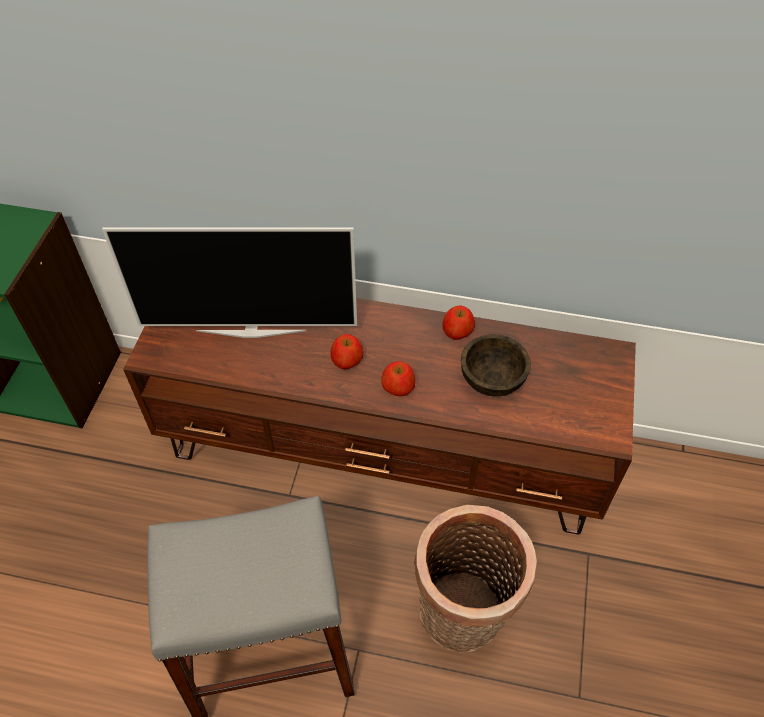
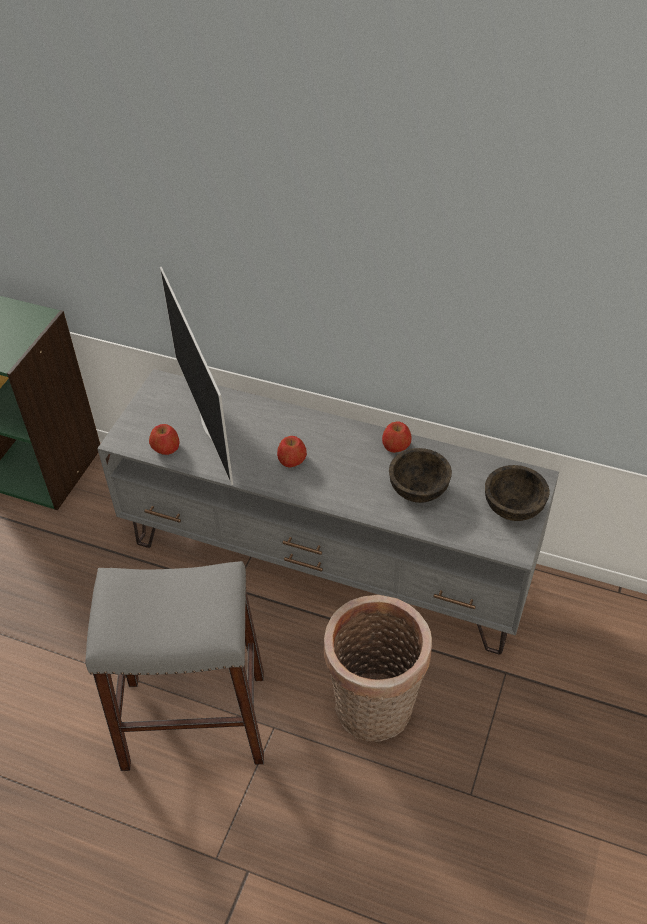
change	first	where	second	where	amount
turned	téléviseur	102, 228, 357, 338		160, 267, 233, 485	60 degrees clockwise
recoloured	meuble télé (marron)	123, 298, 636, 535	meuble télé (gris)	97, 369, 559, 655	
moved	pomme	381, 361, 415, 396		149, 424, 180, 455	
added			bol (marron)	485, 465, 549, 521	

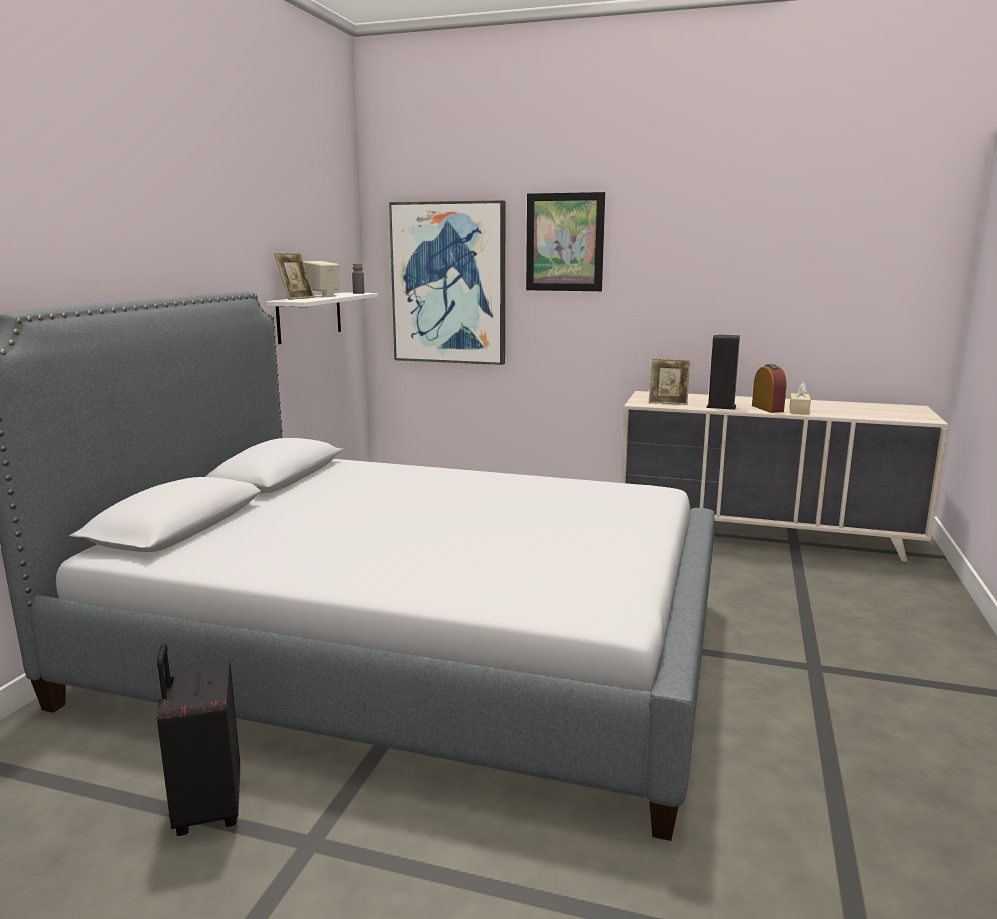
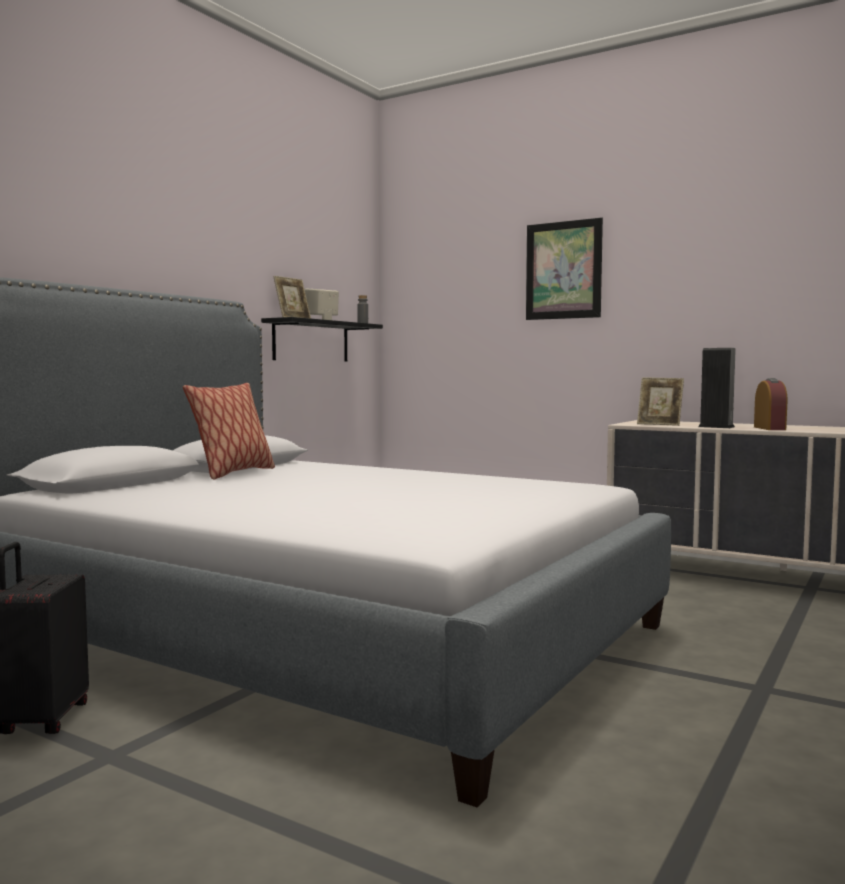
change	first	where	second	where	amount
recoloured	étagère (blanc)	266, 292, 378, 344	étagère (noir)	261, 317, 383, 361	
removed	tableau	389, 200, 505, 365			
removed	boîte à mouchoirs (beige)	789, 383, 811, 415			
added			coussin	183, 383, 275, 480	

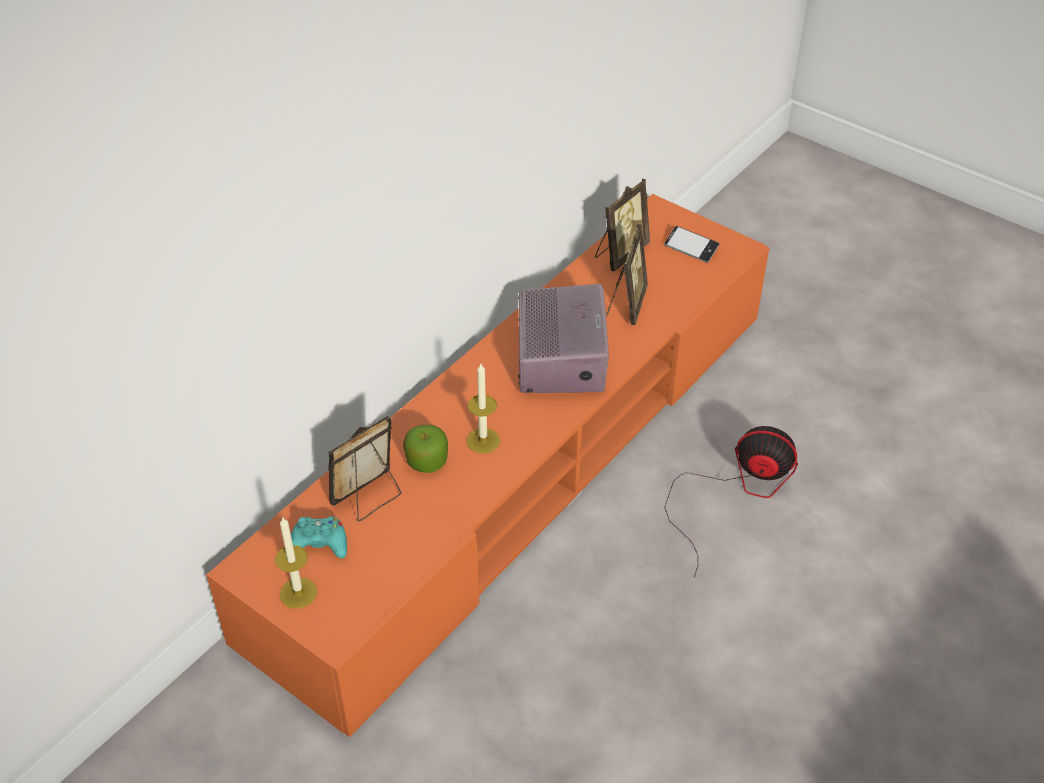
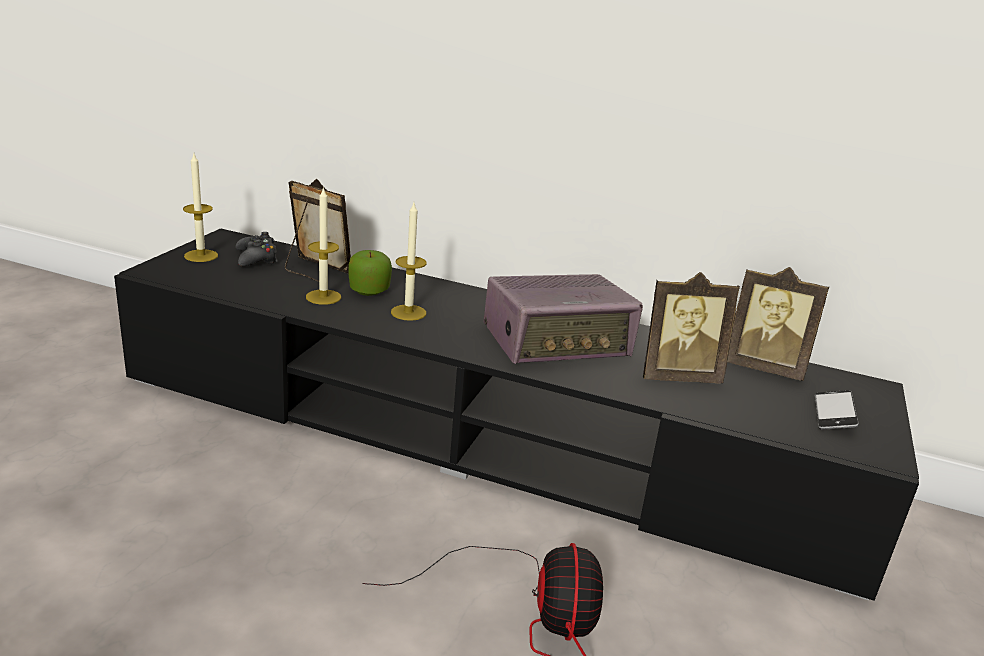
change	first	where	second	where	amount
recoloured	meuble télé (orange)	206, 194, 769, 737	meuble télé (noir)	114, 228, 919, 601	
recoloured	manette (turquoise)	291, 517, 347, 558	manette (noir)	236, 232, 278, 266	
added			bougie	306, 187, 341, 305	

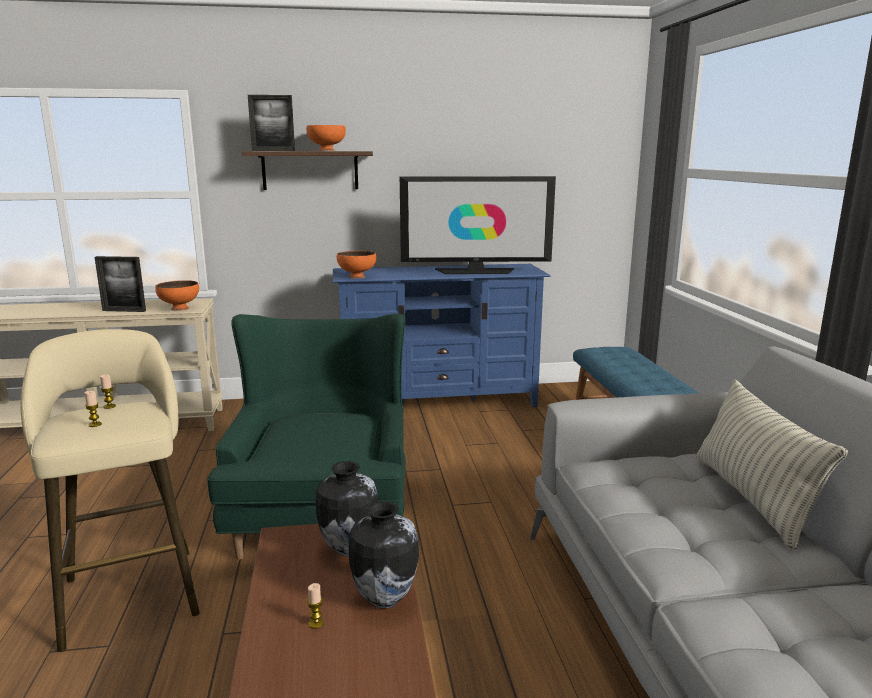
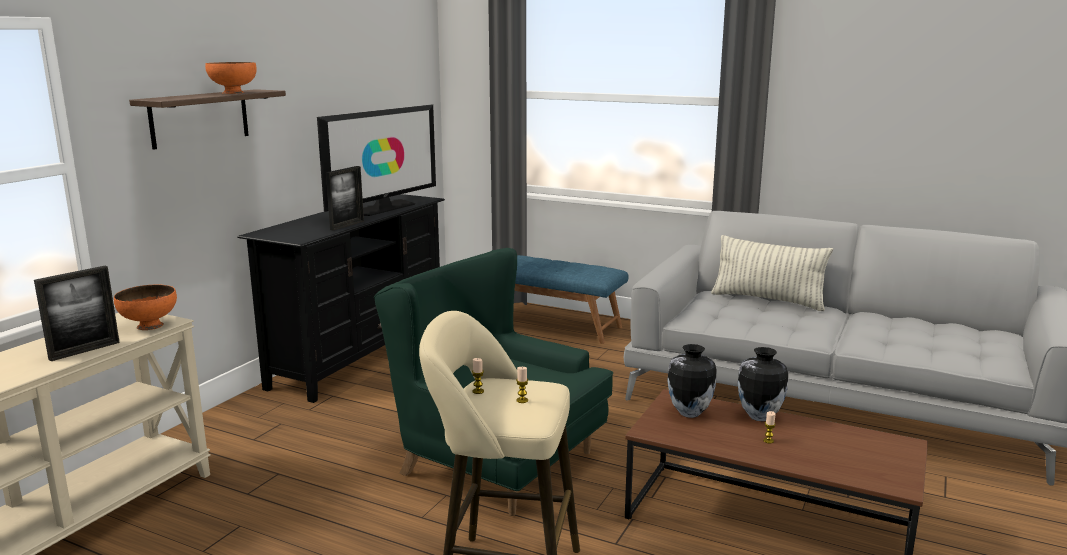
change	first	where	second	where	amount
moved	cadre photo	248, 95, 295, 151		326, 166, 364, 231	
recoloured	meuble télé (bleu)	333, 264, 551, 407	meuble télé (noir)	237, 194, 445, 403	
removed	bol (orange)	337, 251, 376, 279			

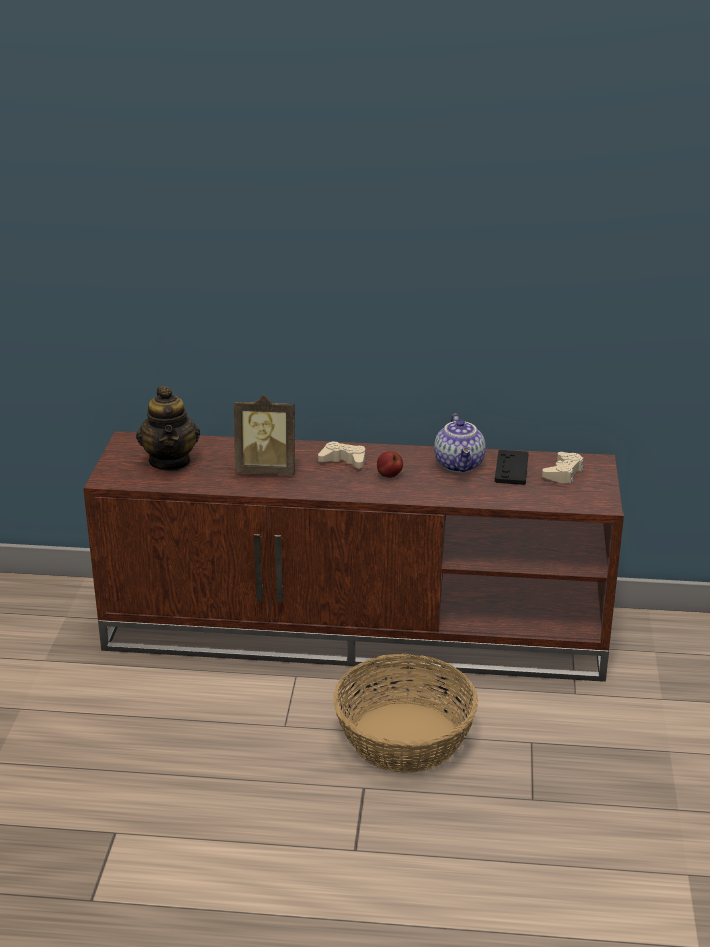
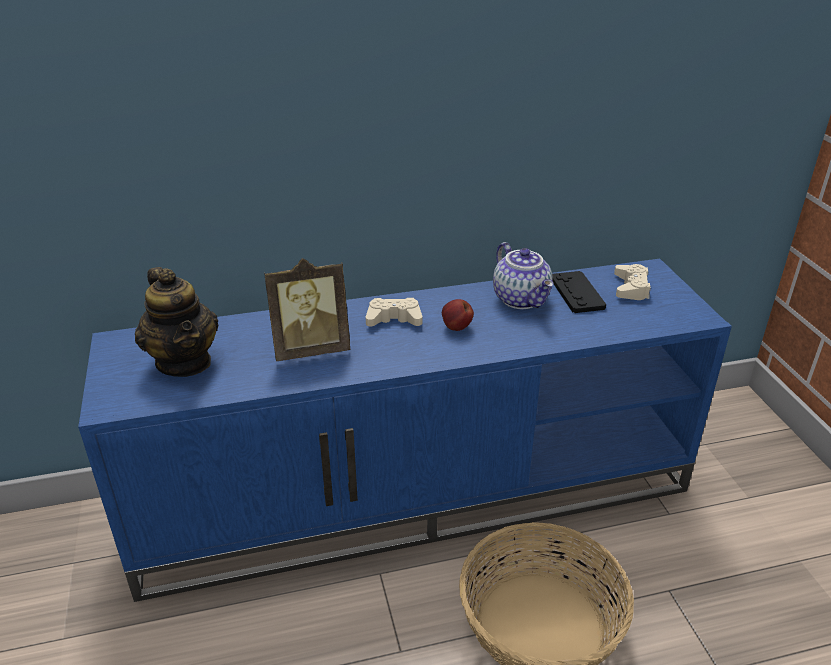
change	first	where	second	where	amount
recoloured	meuble télé (marron)	83, 431, 624, 682	meuble télé (bleu)	78, 259, 732, 602	

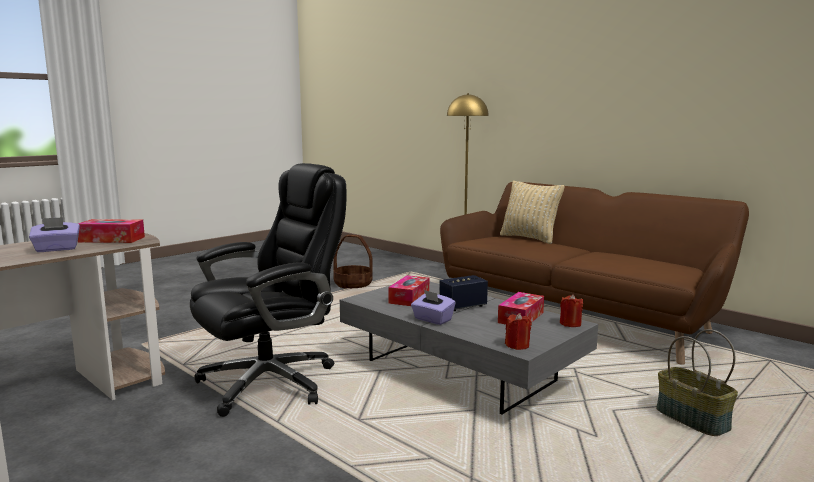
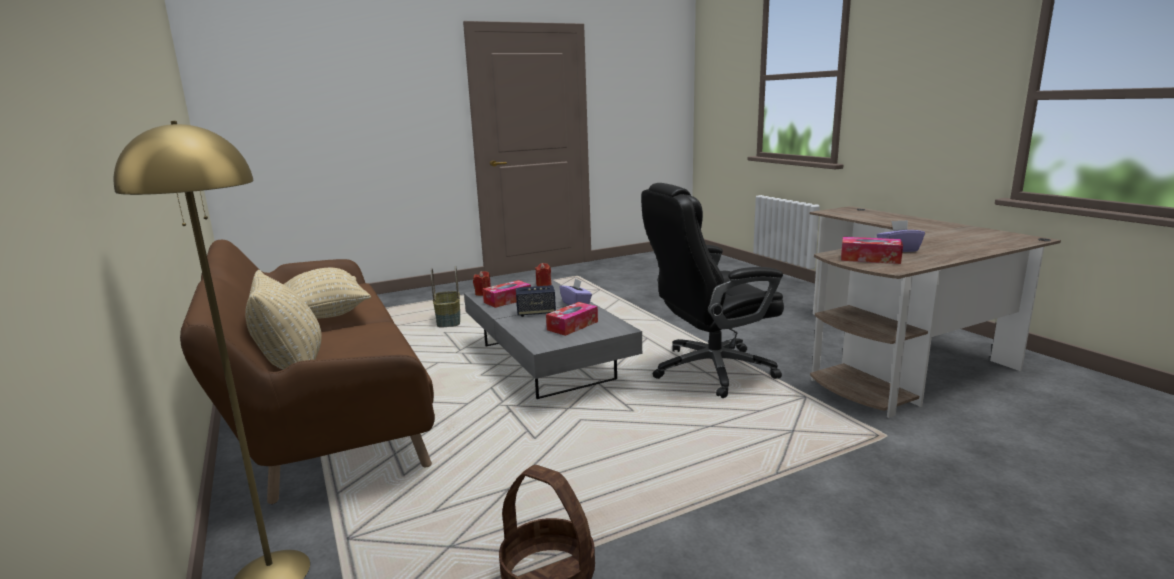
change	first	where	second	where	amount
added			coussin (beige)	283, 268, 371, 319	

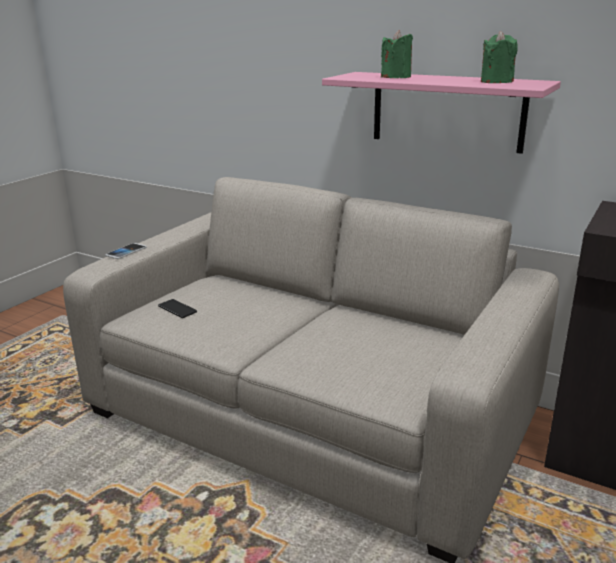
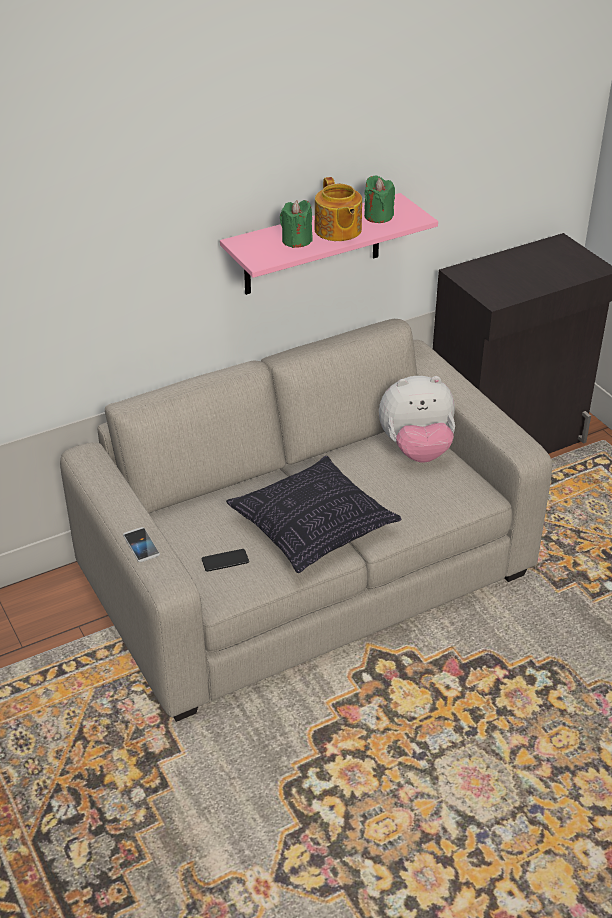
change	first	where	second	where	amount
added			coussin	226, 456, 402, 573	
added			théière	315, 177, 362, 241	
added			peluche	379, 376, 455, 462	

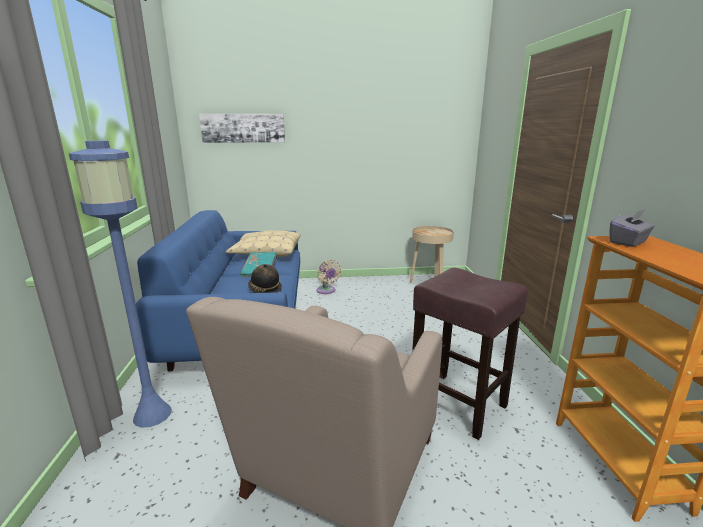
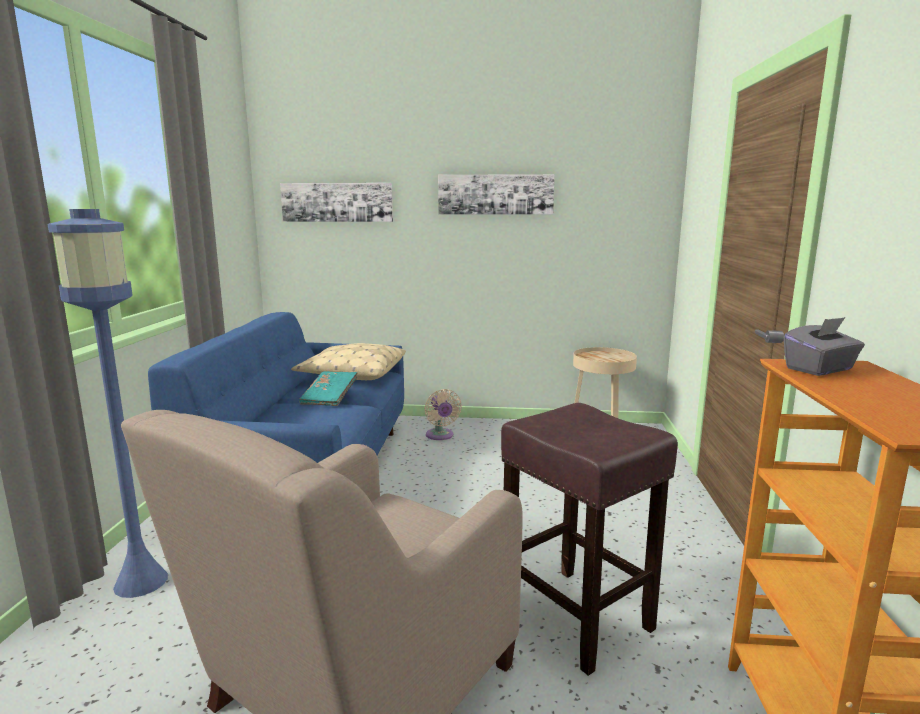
change	first	where	second	where	amount
removed	chapeau	248, 264, 282, 293			
added			tableau	438, 174, 555, 215	

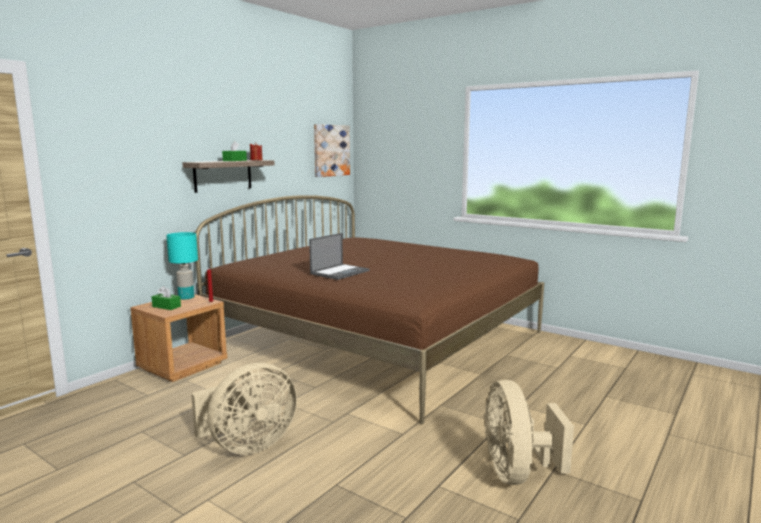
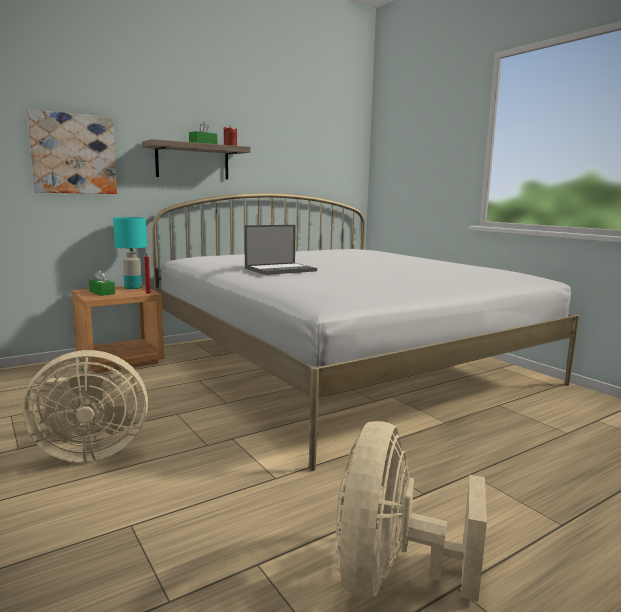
change	first	where	second	where	amount
recoloured	lit (marron)	195, 195, 544, 424	lit (blanc)	152, 193, 579, 471	
moved	tableau	314, 124, 350, 177		27, 109, 117, 194	

